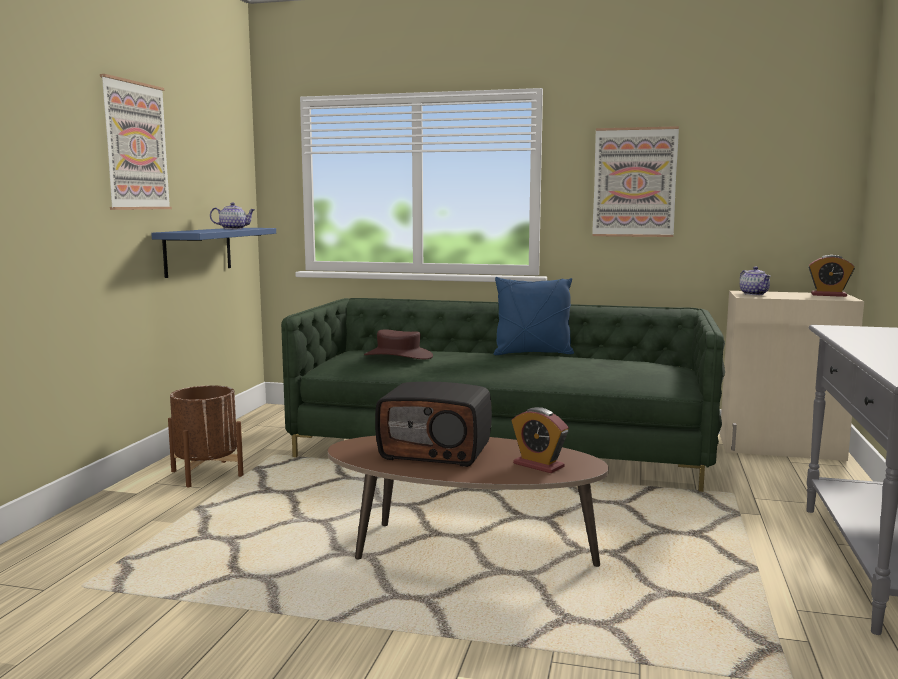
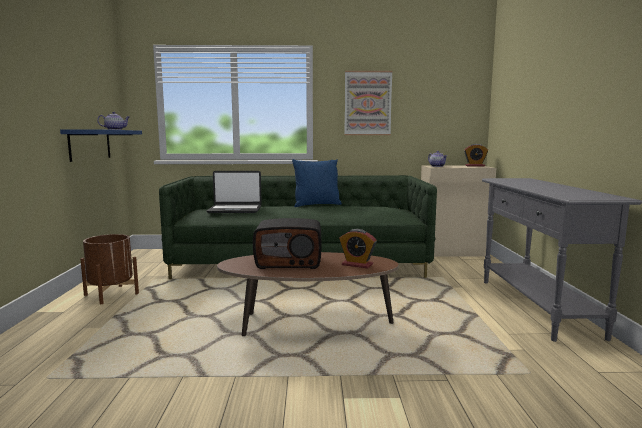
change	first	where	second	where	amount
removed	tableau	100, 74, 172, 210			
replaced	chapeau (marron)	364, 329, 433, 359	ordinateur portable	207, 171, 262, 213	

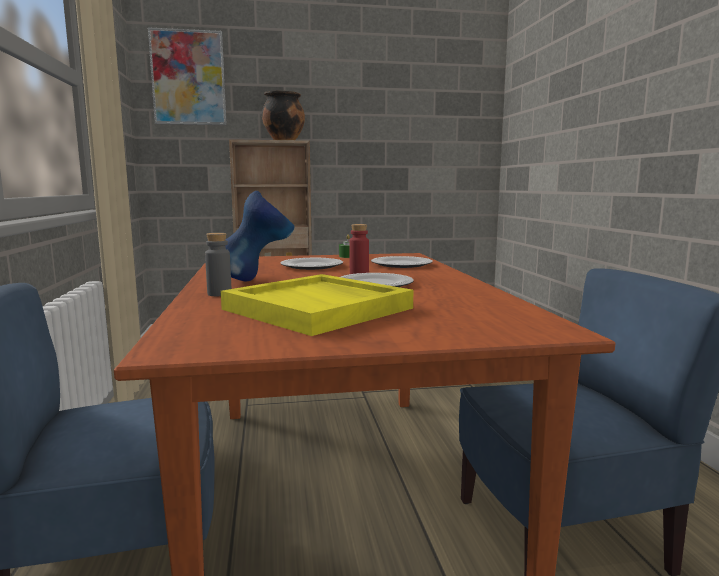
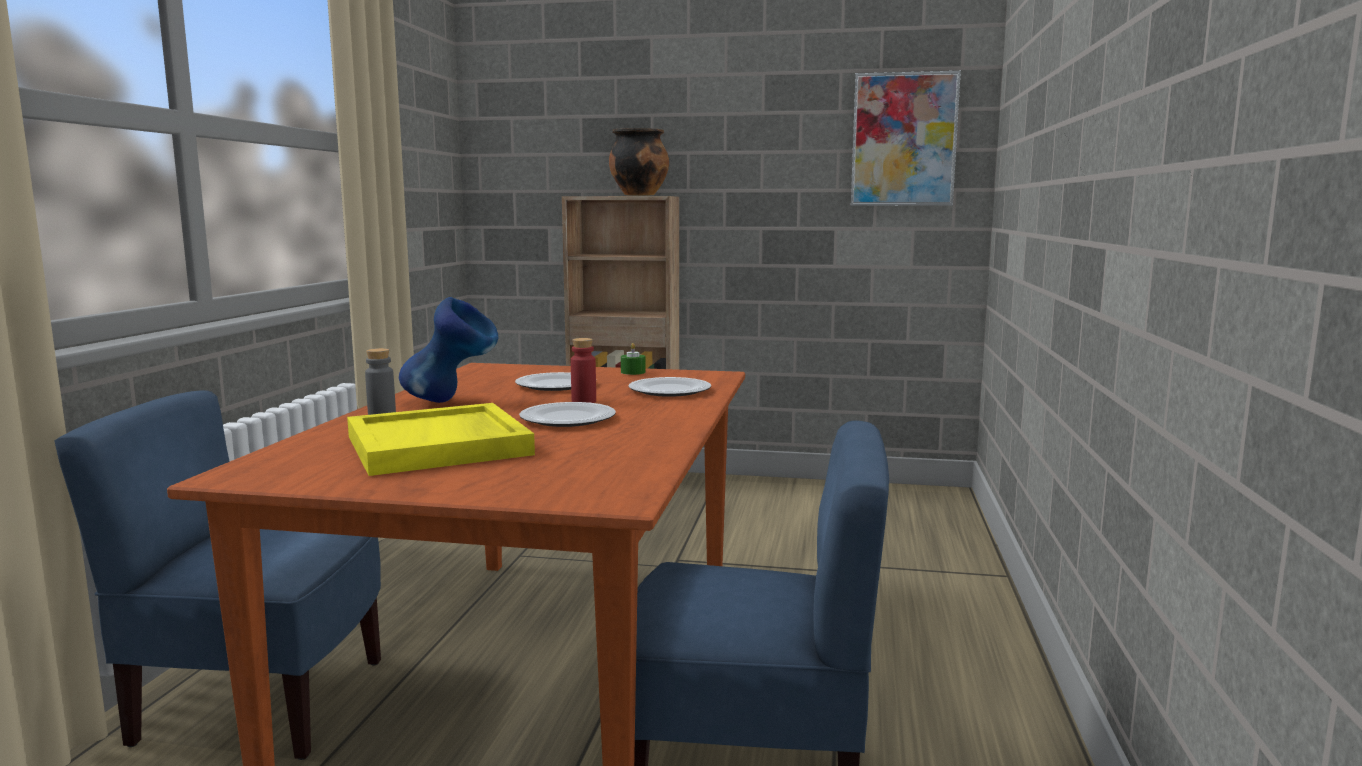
change	first	where	second	where	amount
moved	tableau	148, 27, 227, 125		851, 71, 961, 206	

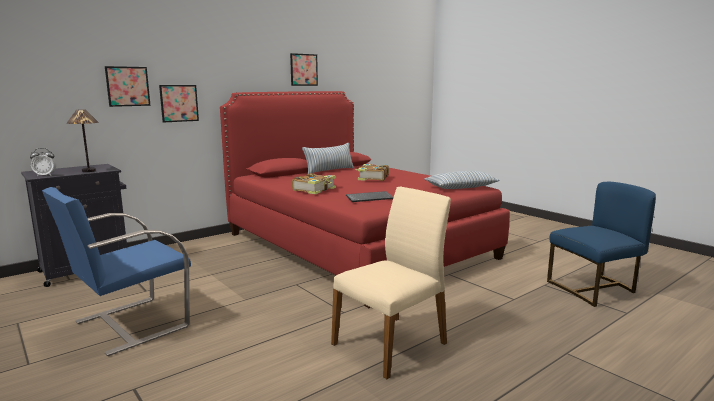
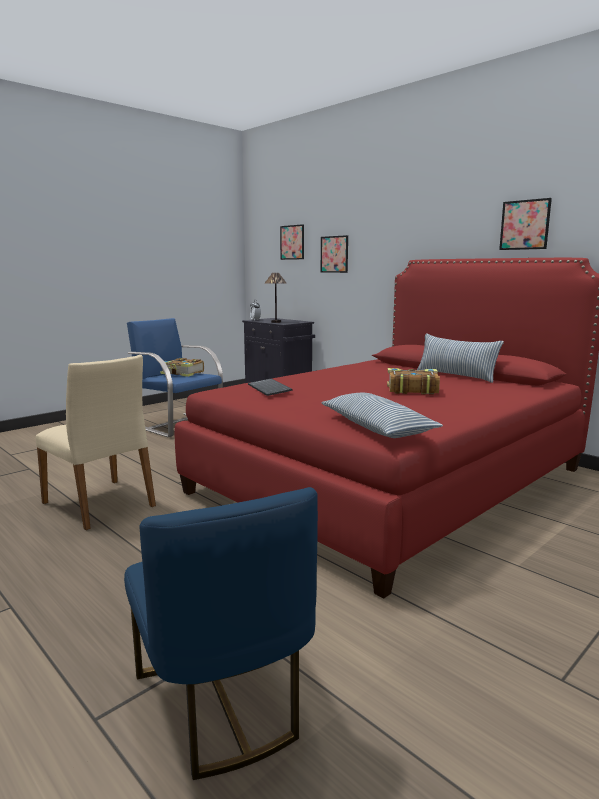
change	first	where	second	where	amount
moved	tableau	159, 85, 199, 123		280, 224, 304, 260	
moved	livre	292, 173, 336, 194		160, 358, 204, 377	

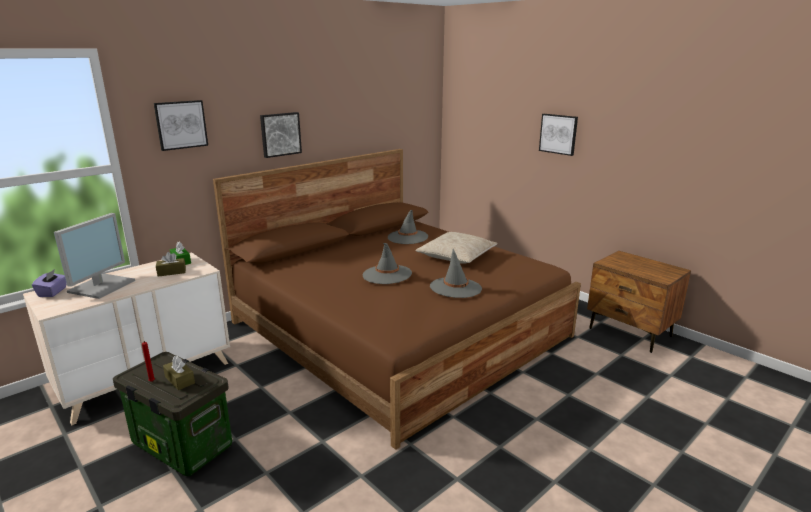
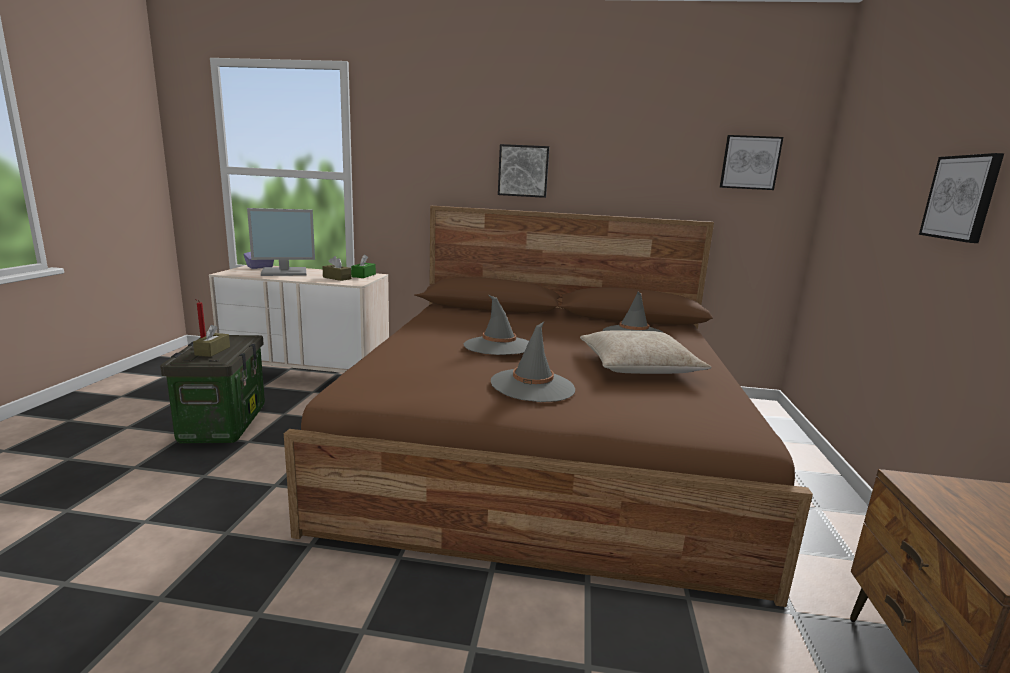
change	first	where	second	where	amount
moved	tableau	153, 100, 208, 151		720, 135, 783, 190	

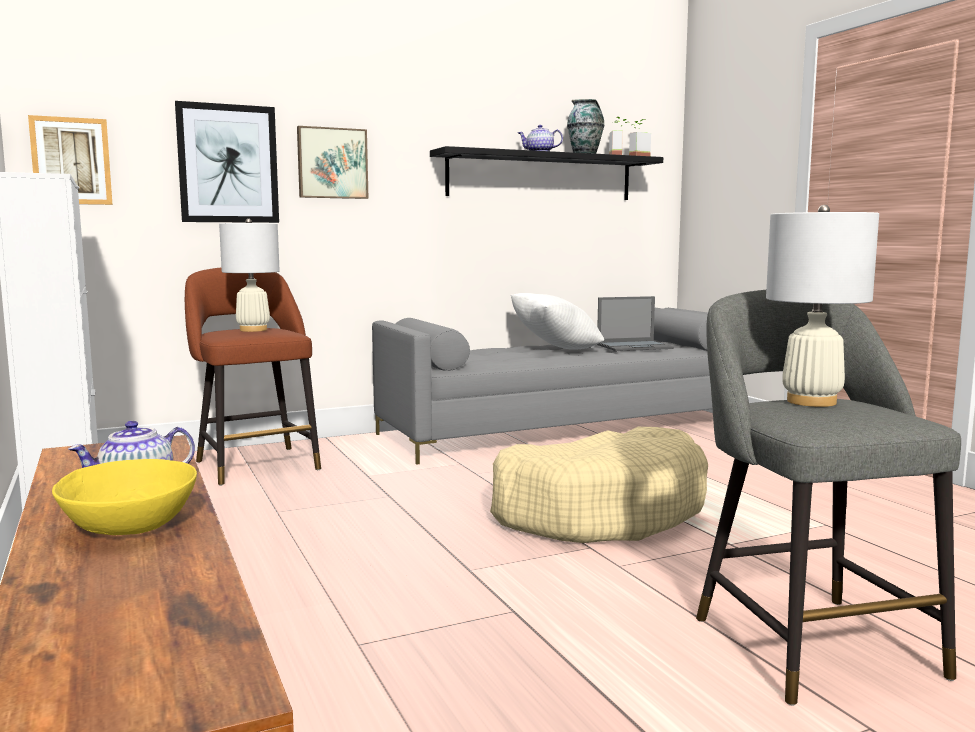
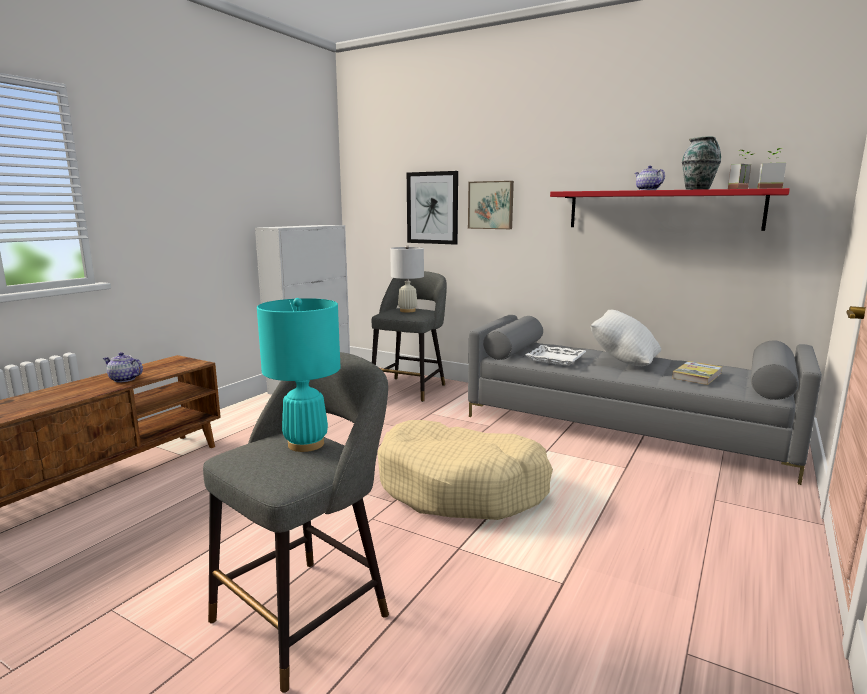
change	first	where	second	where	amount
removed	tableau	28, 115, 113, 205			
removed	bol (jaune)	52, 459, 197, 535			
recoloured	tabouret (marron)	185, 267, 321, 486	tabouret (gris)	372, 271, 447, 402	
recoloured	étagère (noir)	430, 146, 663, 200	étagère (rouge)	550, 188, 790, 231	
replaced	ordinateur portable	597, 296, 674, 351	livre	672, 361, 722, 385	
recoloured	lampe de table (blanc)	766, 205, 879, 407	lampe de table (turquoise)	257, 298, 341, 452	
added			plateau (blanc)	526, 345, 586, 366	

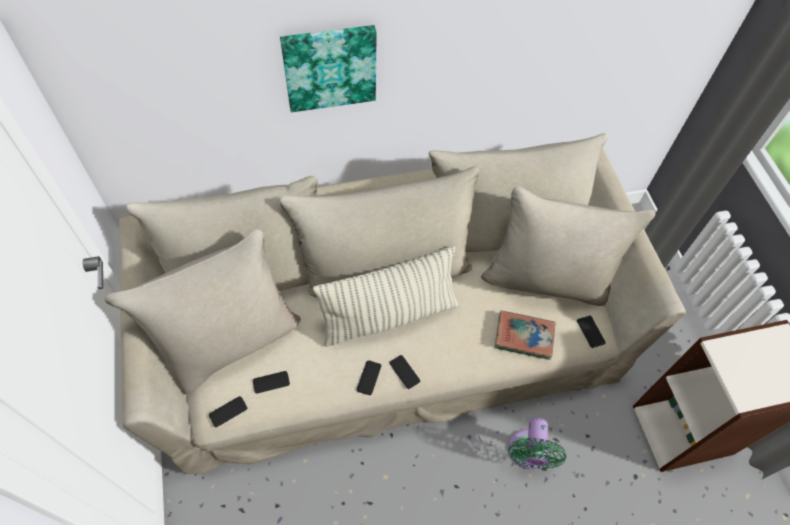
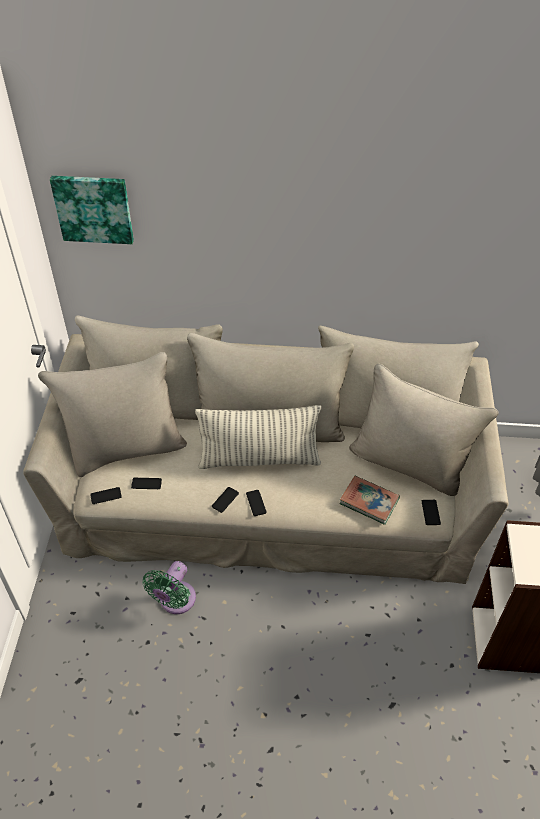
change	first	where	second	where	amount
moved	tableau	280, 25, 377, 112		50, 176, 134, 244	
moved	ventilateur (vert)	508, 418, 566, 469		143, 561, 196, 614	

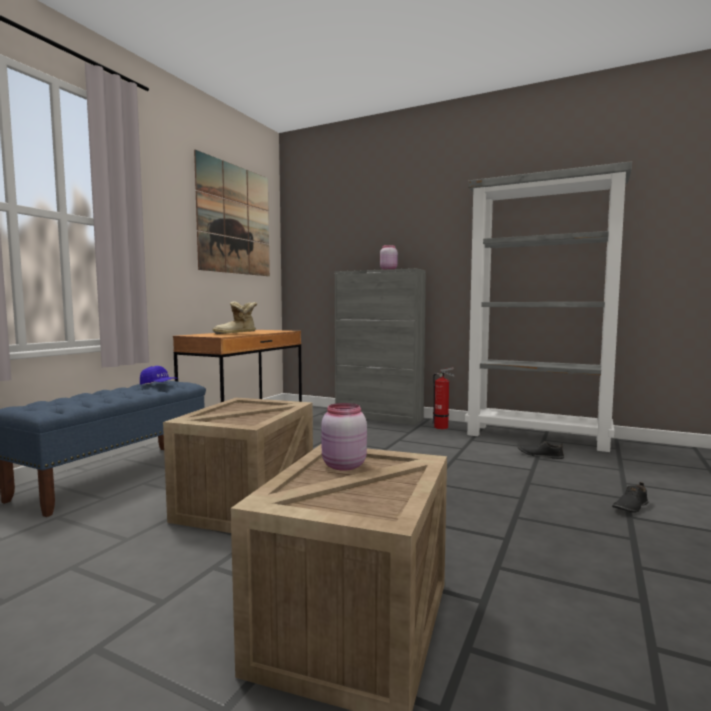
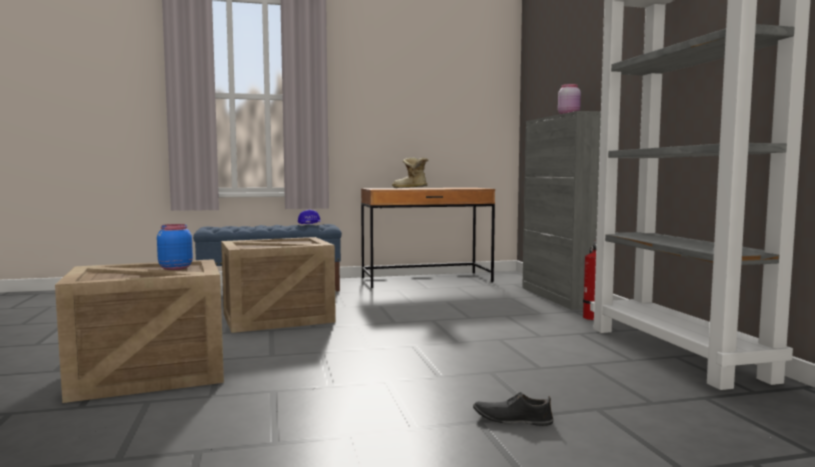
change	first	where	second	where	amount
removed	tableau	194, 150, 270, 276			
recoloured	bocal (rose)	321, 403, 367, 471	bocal (bleu)	157, 224, 193, 270	
removed	chaussure (noir)	518, 441, 564, 459			

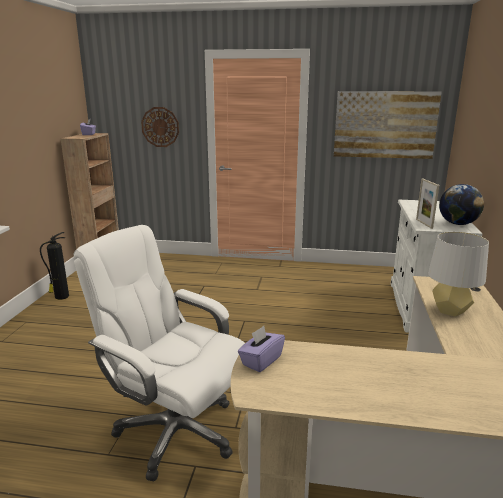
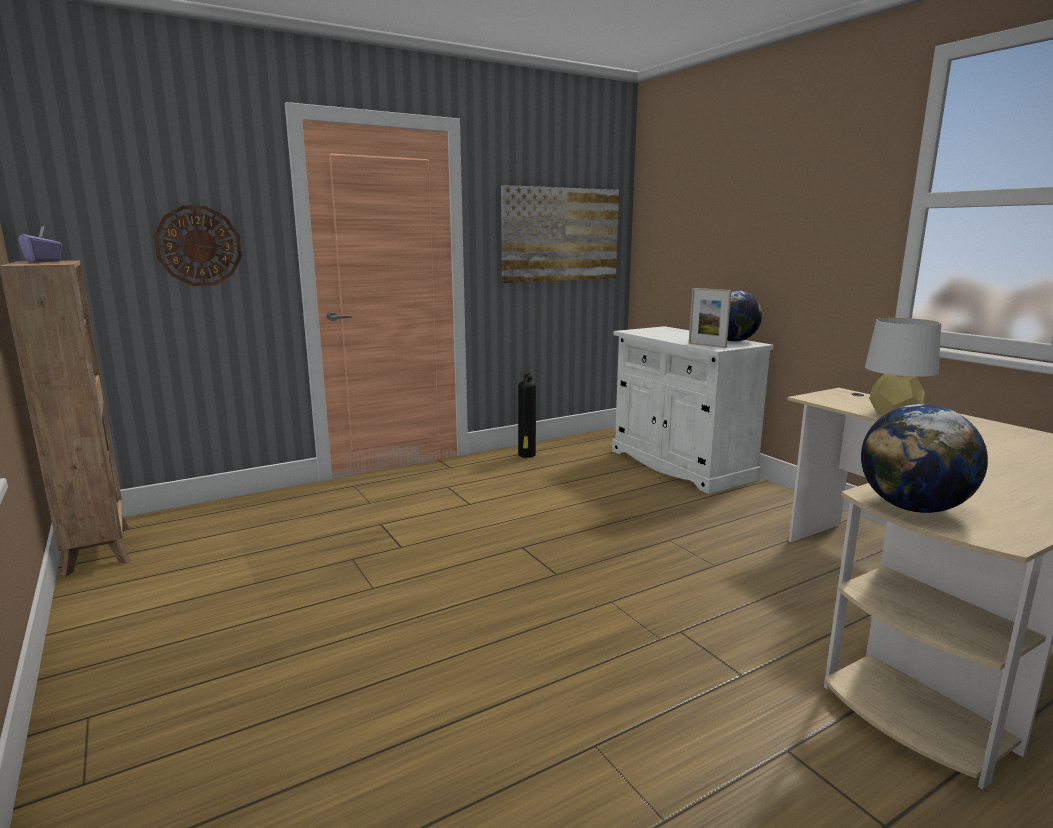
change	first	where	second	where	amount
moved	extincteur	40, 232, 69, 300		518, 366, 536, 458	
removed	chaise de bureau (blanc)	74, 225, 245, 481			
replaced	boîte à mouchoirs (violet)	238, 326, 285, 372	globe	861, 404, 988, 513	

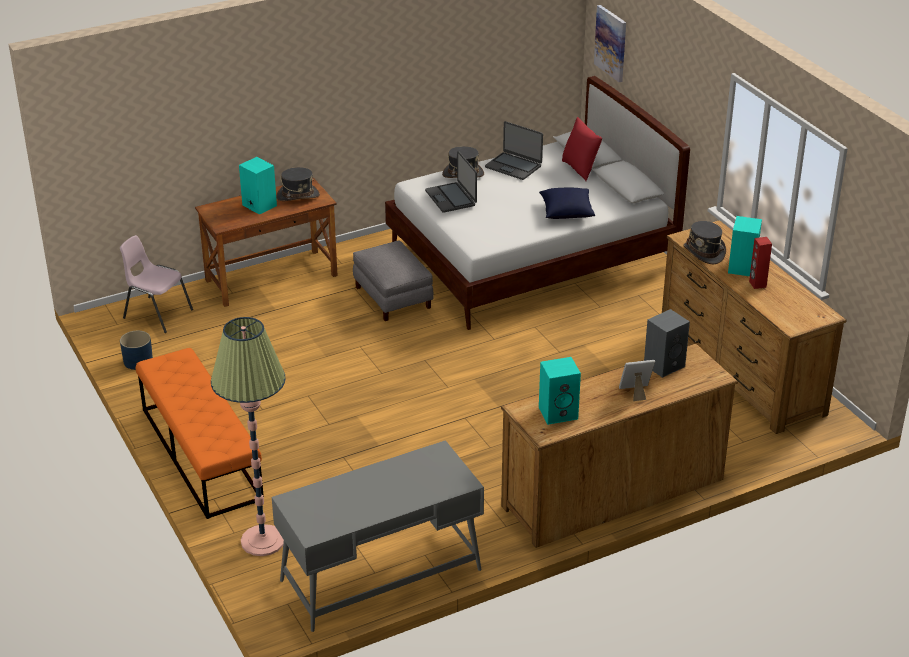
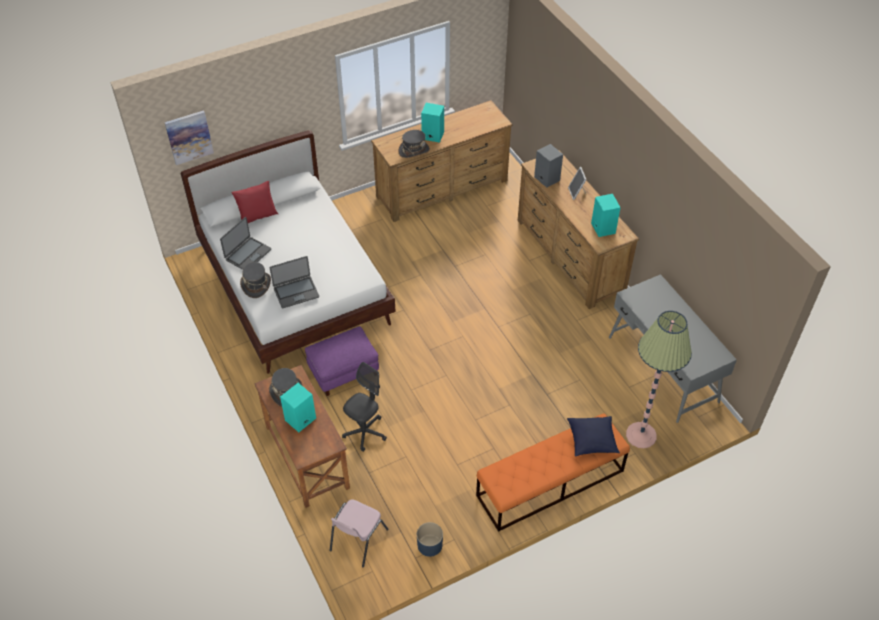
change	first	where	second	where	amount
recoloured	pouf (gris)	353, 240, 434, 321	pouf (violet)	305, 326, 379, 396	
moved	coussin (bleu)	539, 187, 595, 219		567, 416, 620, 456	
removed	enceinte (rouge)	749, 237, 772, 289			
added			chaise de bureau (gris)	342, 362, 387, 452	

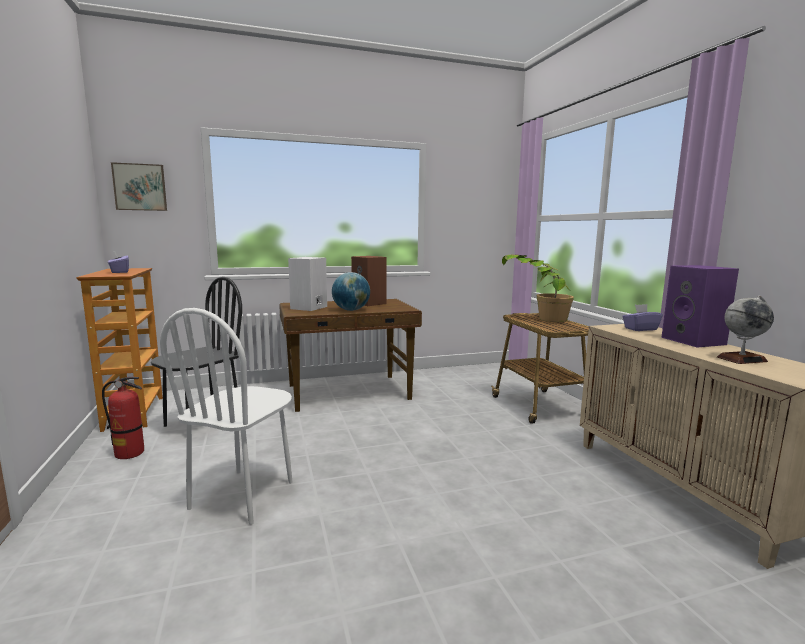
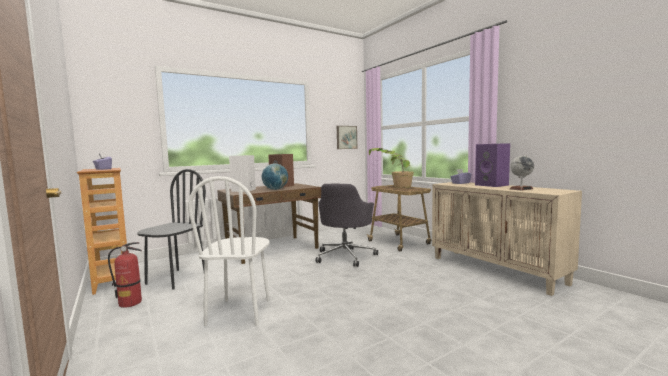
change	first	where	second	where	amount
moved	tableau	111, 162, 167, 211		337, 126, 357, 149	
added			chaise de bureau (gris)	316, 184, 378, 267	

